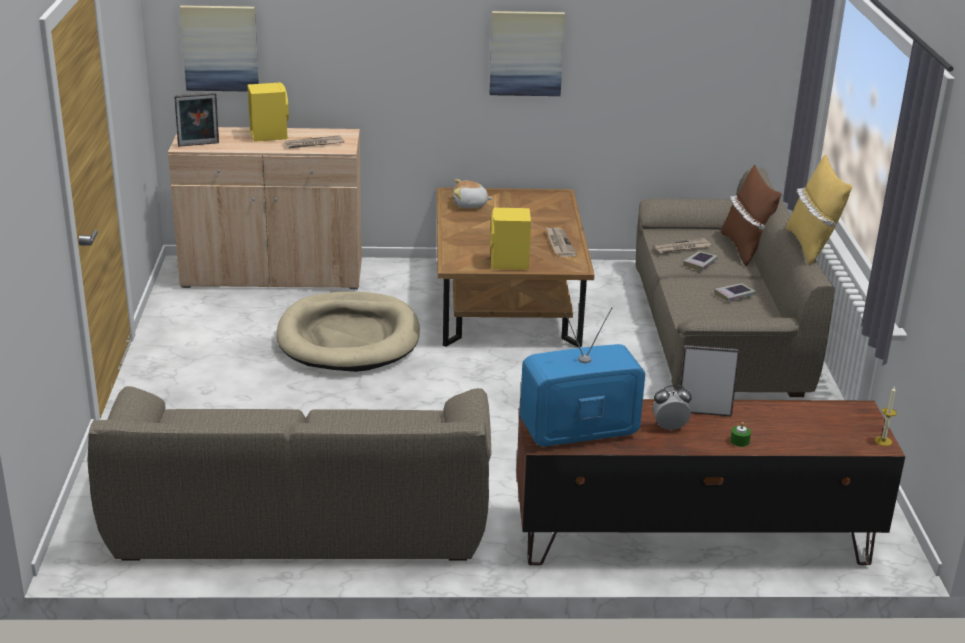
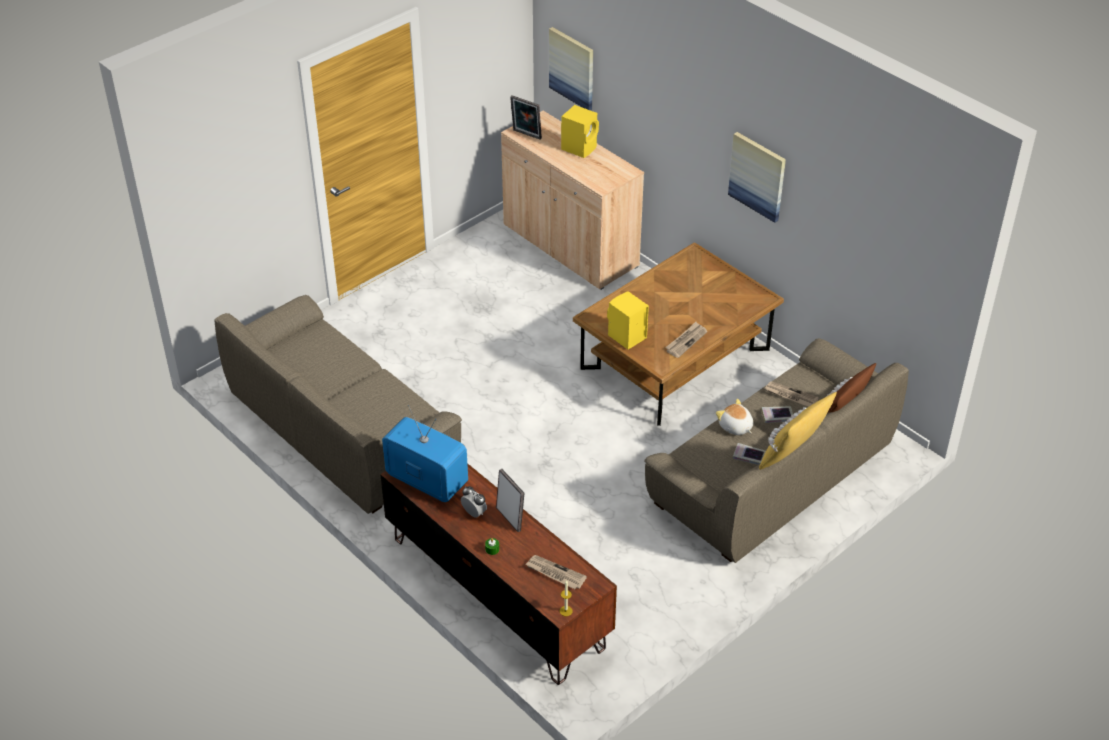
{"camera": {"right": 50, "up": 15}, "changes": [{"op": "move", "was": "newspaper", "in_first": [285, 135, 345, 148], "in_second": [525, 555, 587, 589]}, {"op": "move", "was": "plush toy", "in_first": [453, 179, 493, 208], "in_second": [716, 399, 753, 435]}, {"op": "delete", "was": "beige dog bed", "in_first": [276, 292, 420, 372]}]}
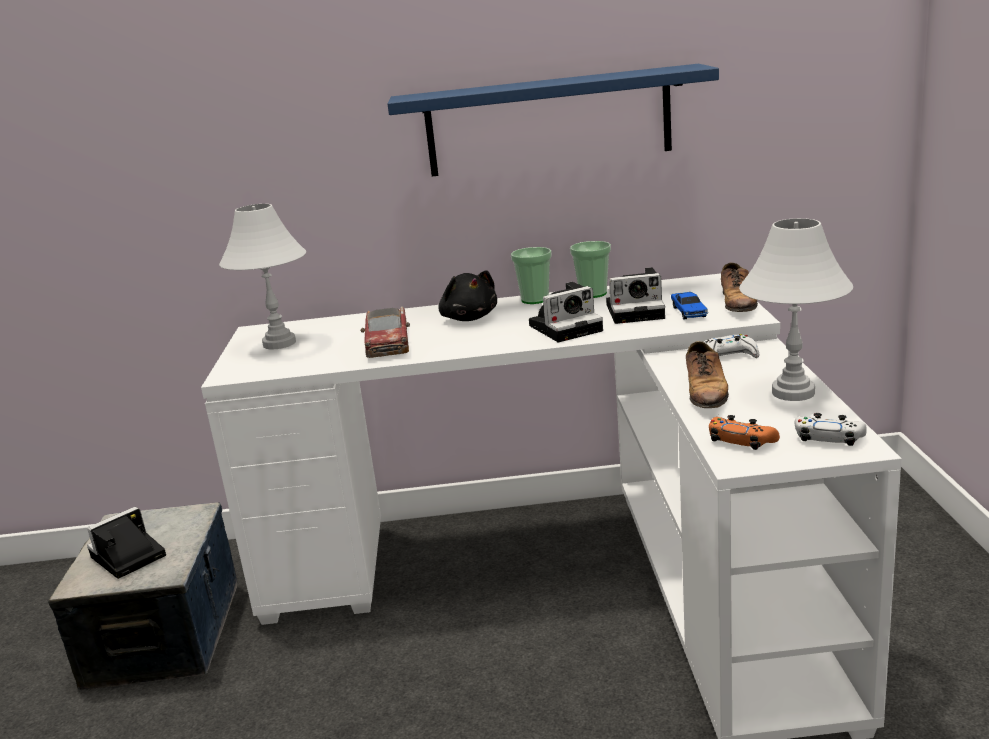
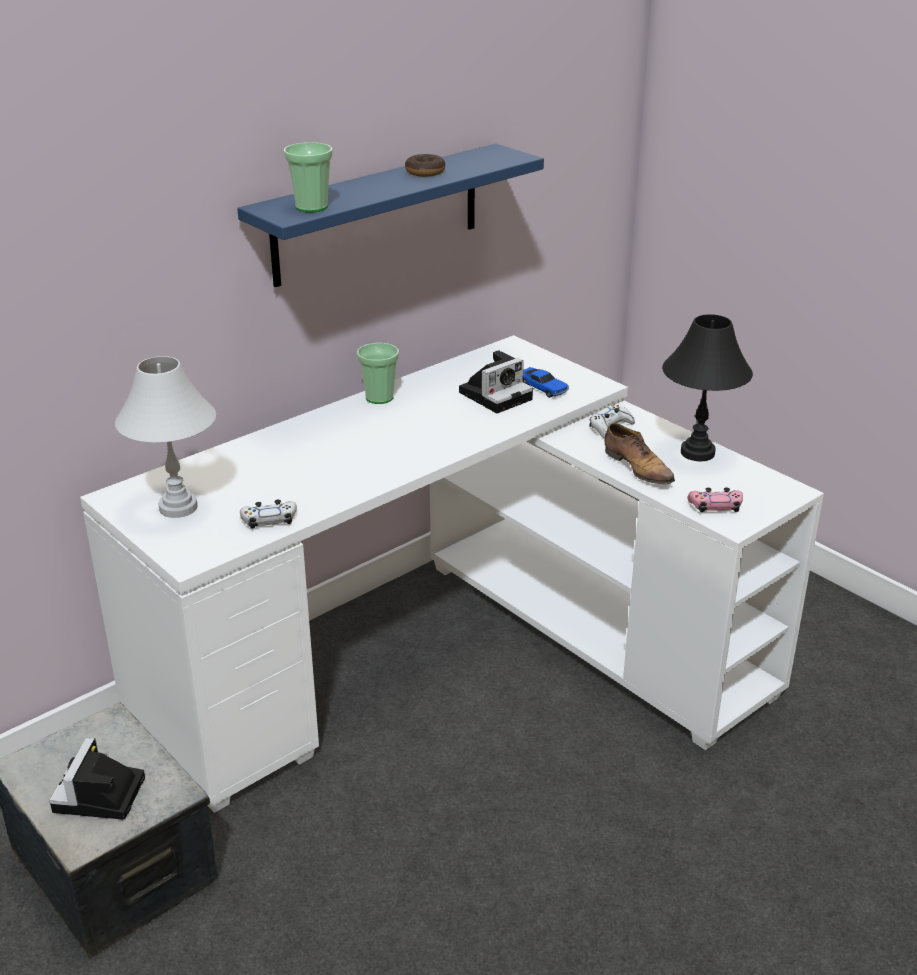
{"camera": {"right": -40, "up": 10}, "changes": [{"op": "move", "was": "white game controller", "in_first": [795, 413, 867, 446], "in_second": [240, 500, 297, 529]}, {"op": "move", "was": "cup", "in_first": [570, 241, 611, 298], "in_second": [284, 142, 332, 213]}, {"op": "insert", "now": "donut", "in_second": [405, 154, 445, 177]}, {"op": "recolor", "was": "white table lamp", "now": "black table lamp", "in_first": [739, 218, 853, 401], "in_second": [662, 314, 753, 462]}, {"op": "recolor", "was": "orange game controller", "now": "pink game controller", "in_first": [709, 415, 780, 450], "in_second": [687, 487, 743, 512]}, {"op": "delete", "was": "toy car", "in_first": [361, 306, 410, 358]}, {"op": "delete", "was": "black plush toy", "in_first": [439, 270, 497, 321]}, {"op": "delete", "was": "photo camera", "in_first": [529, 282, 603, 343]}, {"op": "delete", "was": "shoe", "in_first": [721, 263, 758, 312]}]}
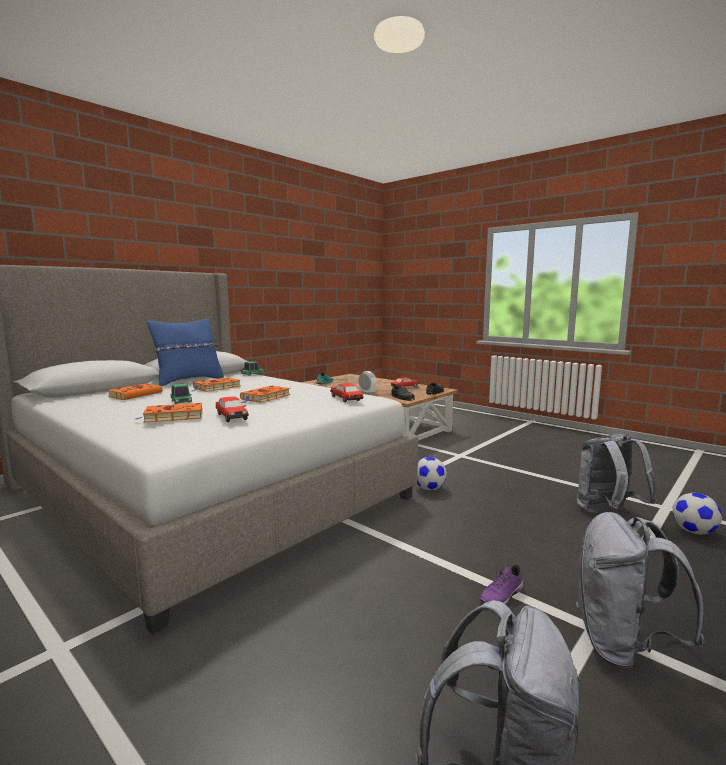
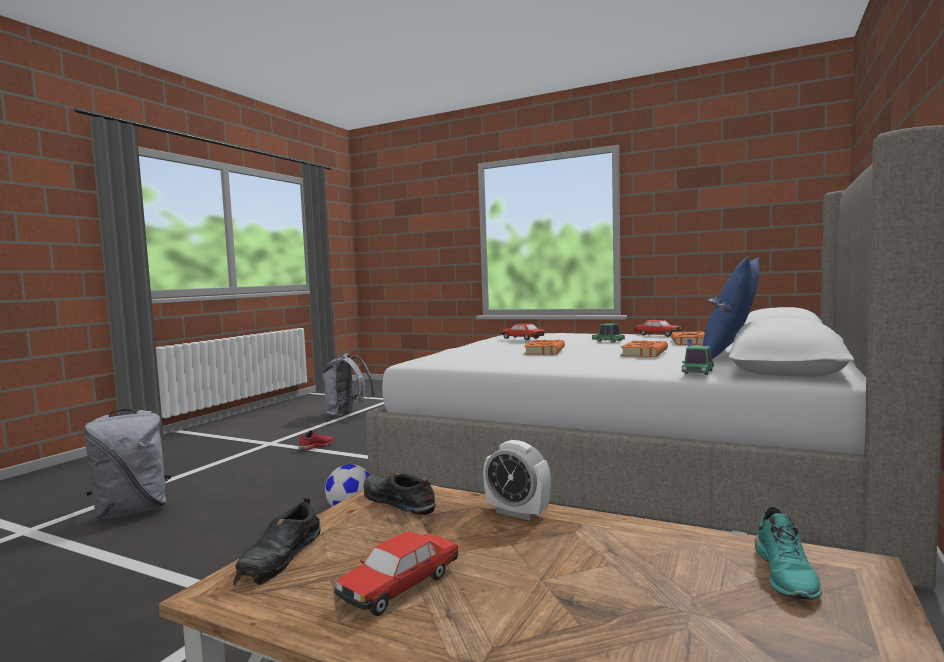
{"camera": {"right": 165, "up": -5}, "changes": [{"op": "recolor", "was": "purple shoe", "now": "red shoe", "in_first": [479, 565, 523, 604], "in_second": [299, 430, 334, 450]}, {"op": "move", "was": "toy car", "in_first": [330, 383, 363, 402], "in_second": [634, 320, 682, 337]}, {"op": "delete", "was": "orange book", "in_first": [135, 403, 203, 423]}, {"op": "delete", "was": "grey backpack", "in_first": [576, 512, 705, 670]}, {"op": "delete", "was": "football", "in_first": [673, 493, 722, 535]}]}
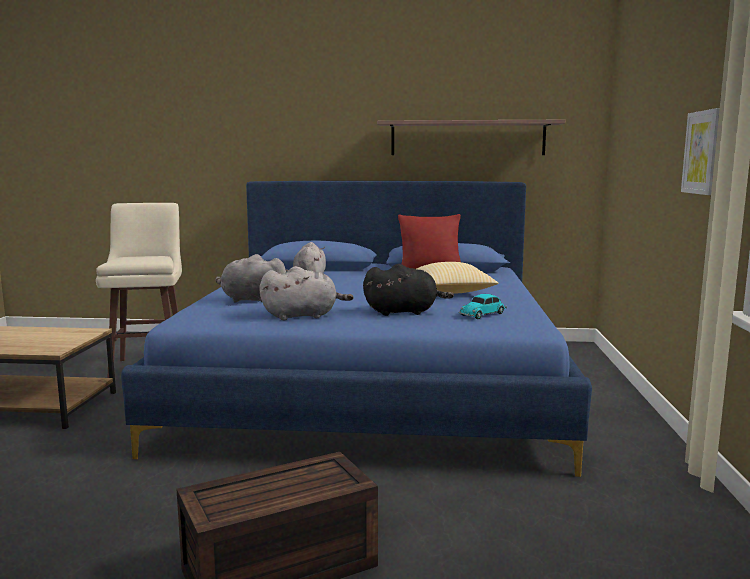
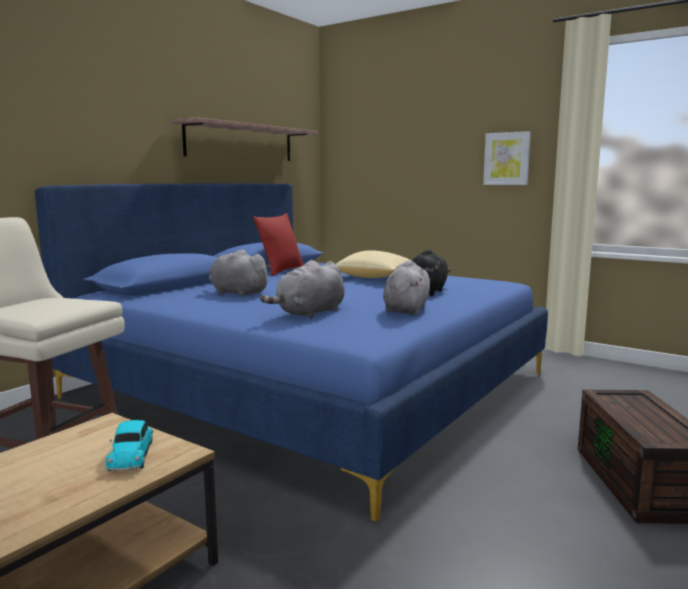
{"camera": {"right": -60, "up": 0}, "changes": [{"op": "move", "was": "toy car", "in_first": [459, 294, 507, 319], "in_second": [106, 420, 154, 472]}]}
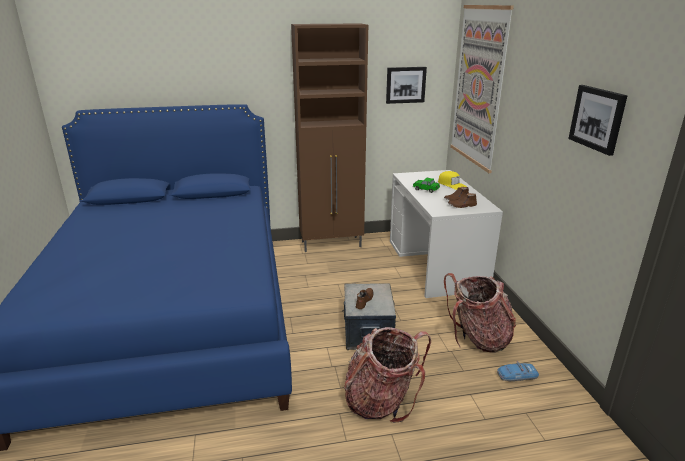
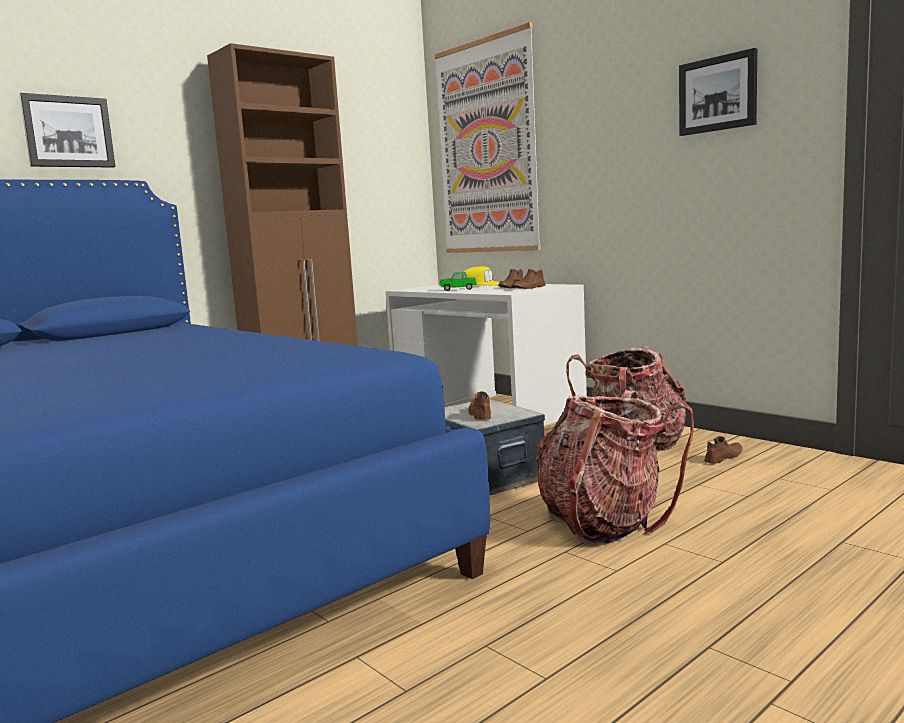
{"camera": {"right": -30, "up": -15}, "changes": [{"op": "move", "was": "picture", "in_first": [386, 67, 427, 104], "in_second": [19, 93, 115, 168]}, {"op": "replace", "was": "toy car", "now": "brown shoe", "in_first": [497, 361, 539, 381], "in_second": [704, 436, 743, 464]}]}
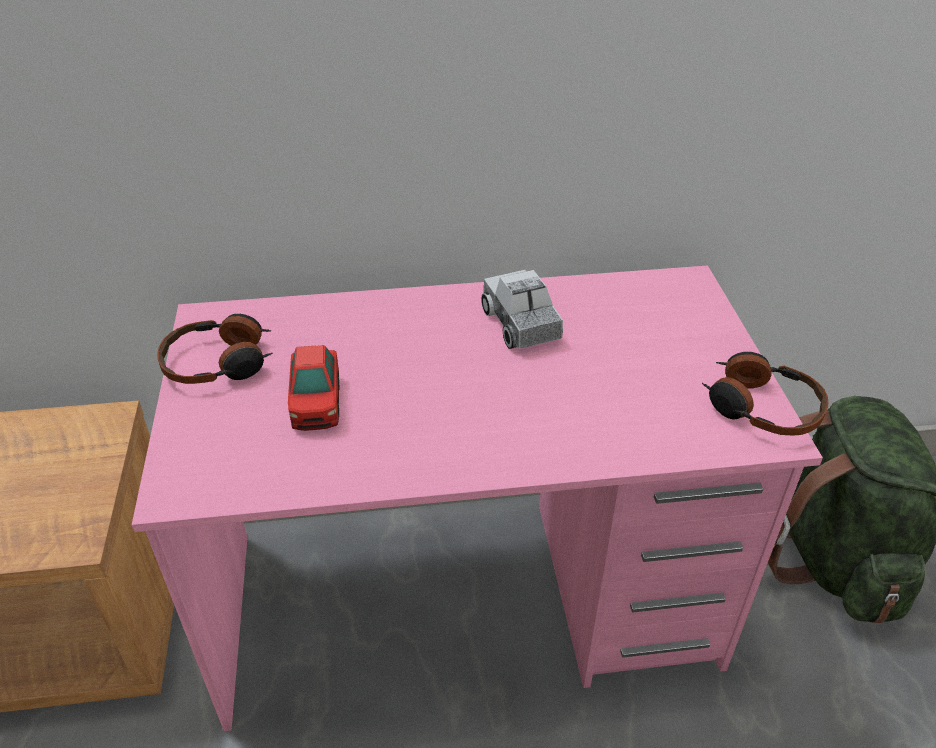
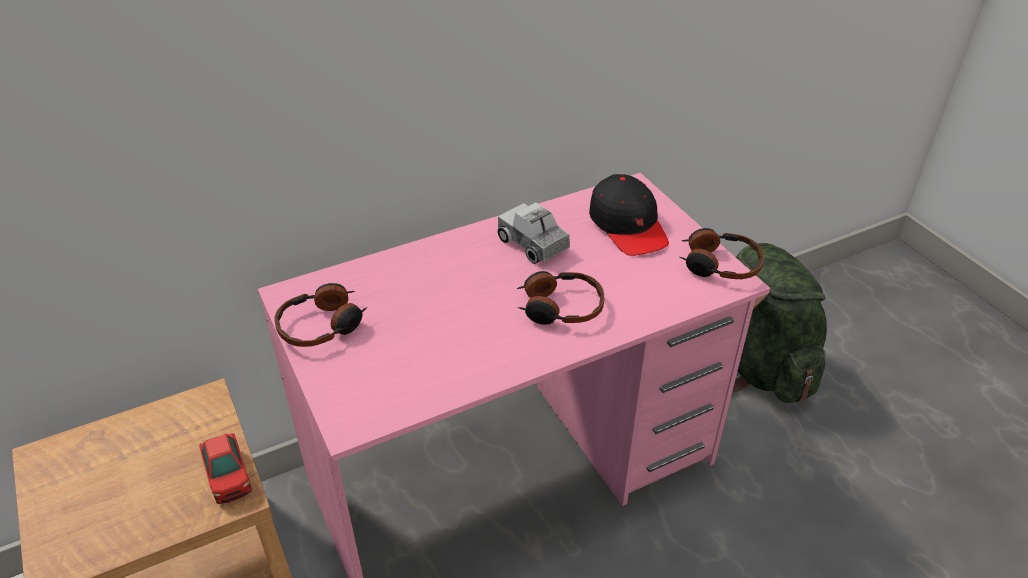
{"camera": {"right": -20, "up": 0}, "changes": [{"op": "move", "was": "toy car", "in_first": [288, 345, 339, 431], "in_second": [199, 433, 252, 504]}, {"op": "insert", "now": "headphones", "in_second": [517, 271, 604, 325]}, {"op": "insert", "now": "black cap", "in_second": [589, 174, 669, 256]}]}
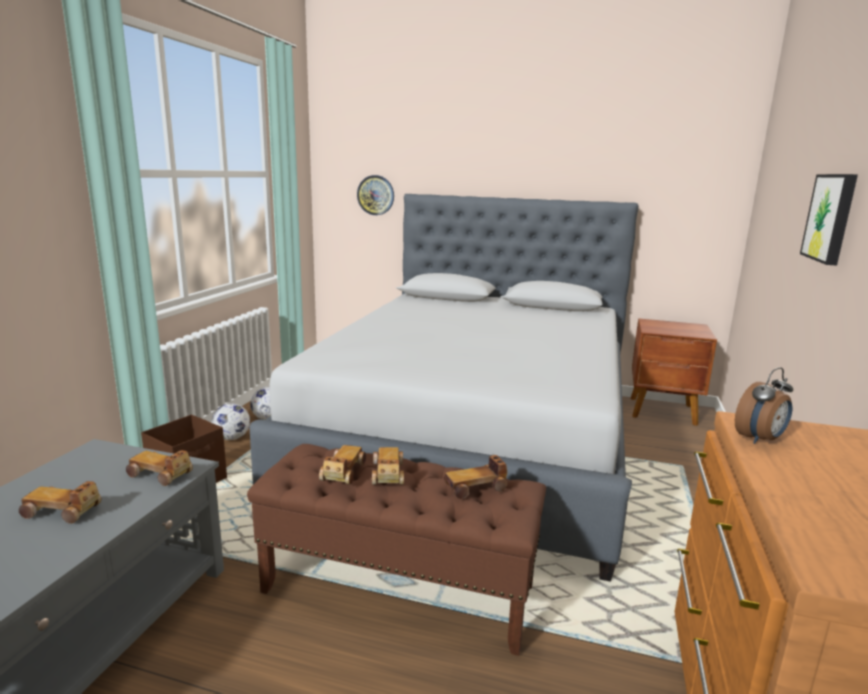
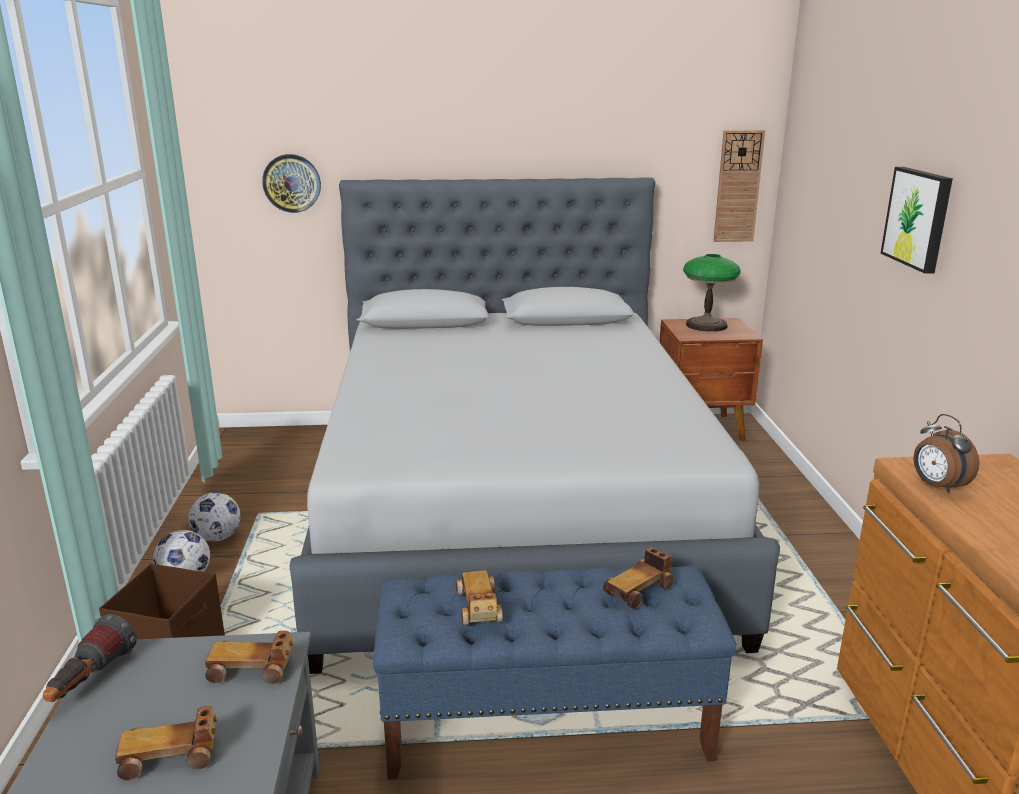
{"camera": {"right": -20, "up": 5}, "changes": [{"op": "insert", "now": "flashlight", "in_second": [43, 614, 137, 702]}, {"op": "recolor", "was": "brown bench", "now": "blue bench", "in_first": [247, 444, 546, 656], "in_second": [373, 566, 737, 780]}, {"op": "insert", "now": "table lamp", "in_second": [683, 254, 740, 332]}, {"op": "insert", "now": "wall clock", "in_second": [713, 130, 765, 242]}, {"op": "rotate", "was": "alarm clock", "in_first": [735, 367, 793, 444], "in_second": [913, 414, 979, 494], "clockwise": 120}, {"op": "delete", "was": "toy car", "in_first": [372, 447, 404, 485]}]}
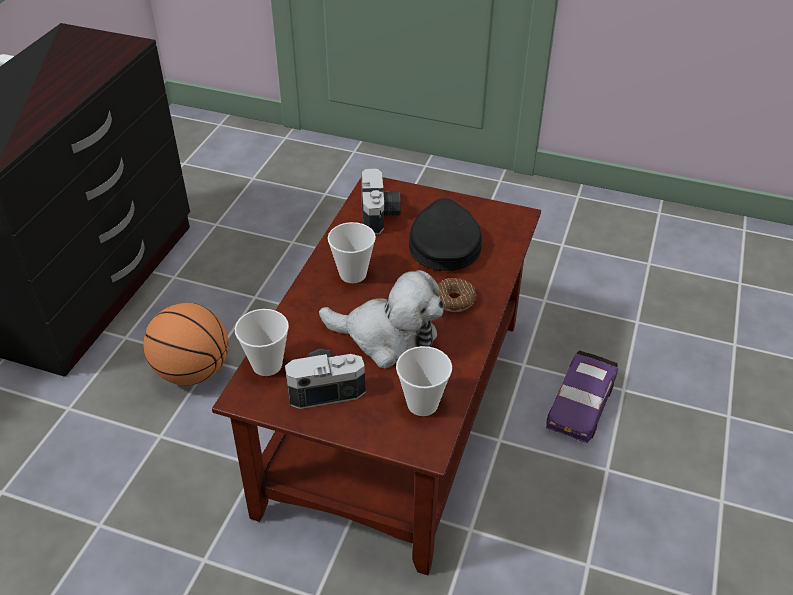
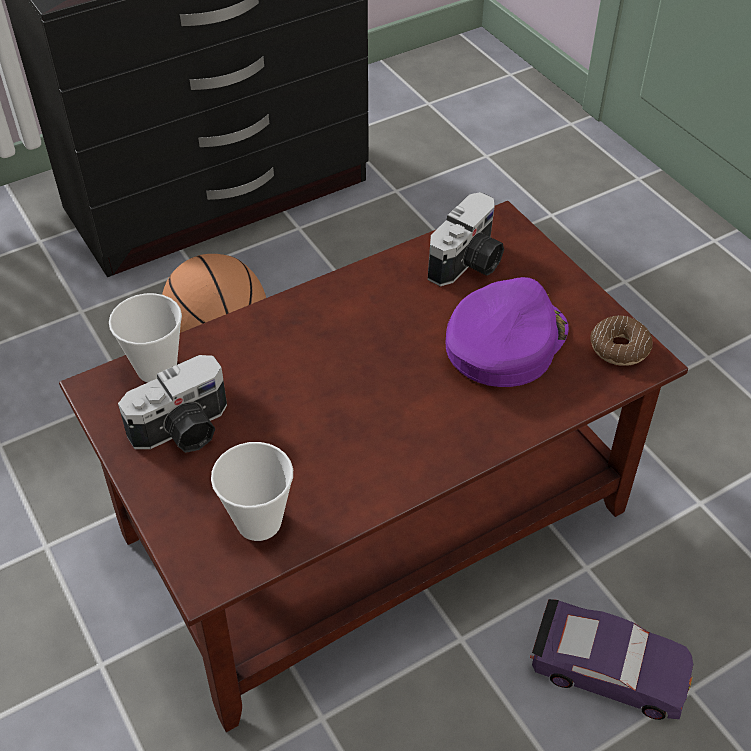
{"camera": {"right": 40, "up": 5}, "changes": [{"op": "rotate", "was": "photo camera", "in_first": [285, 349, 366, 409], "in_second": [118, 355, 227, 453], "clockwise": 120}, {"op": "recolor", "was": "black cap", "now": "purple cap", "in_first": [409, 198, 482, 271], "in_second": [445, 277, 569, 387]}, {"op": "rotate", "was": "purple toy car", "in_first": [546, 350, 618, 443], "in_second": [530, 599, 693, 720], "clockwise": -135}, {"op": "move", "was": "donut", "in_first": [438, 278, 476, 312], "in_second": [590, 316, 653, 366]}, {"op": "delete", "was": "plush toy", "in_first": [319, 270, 444, 369]}, {"op": "delete", "was": "cup", "in_first": [328, 222, 376, 283]}]}
